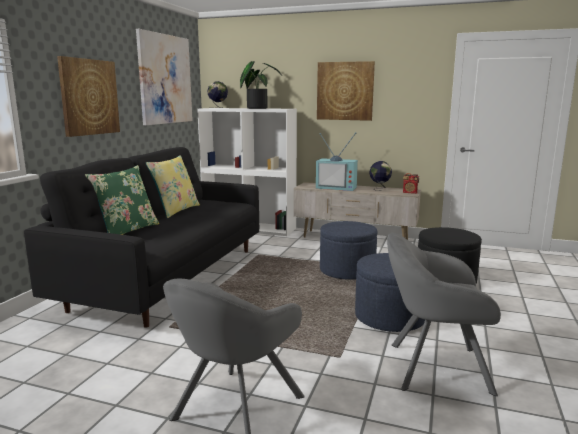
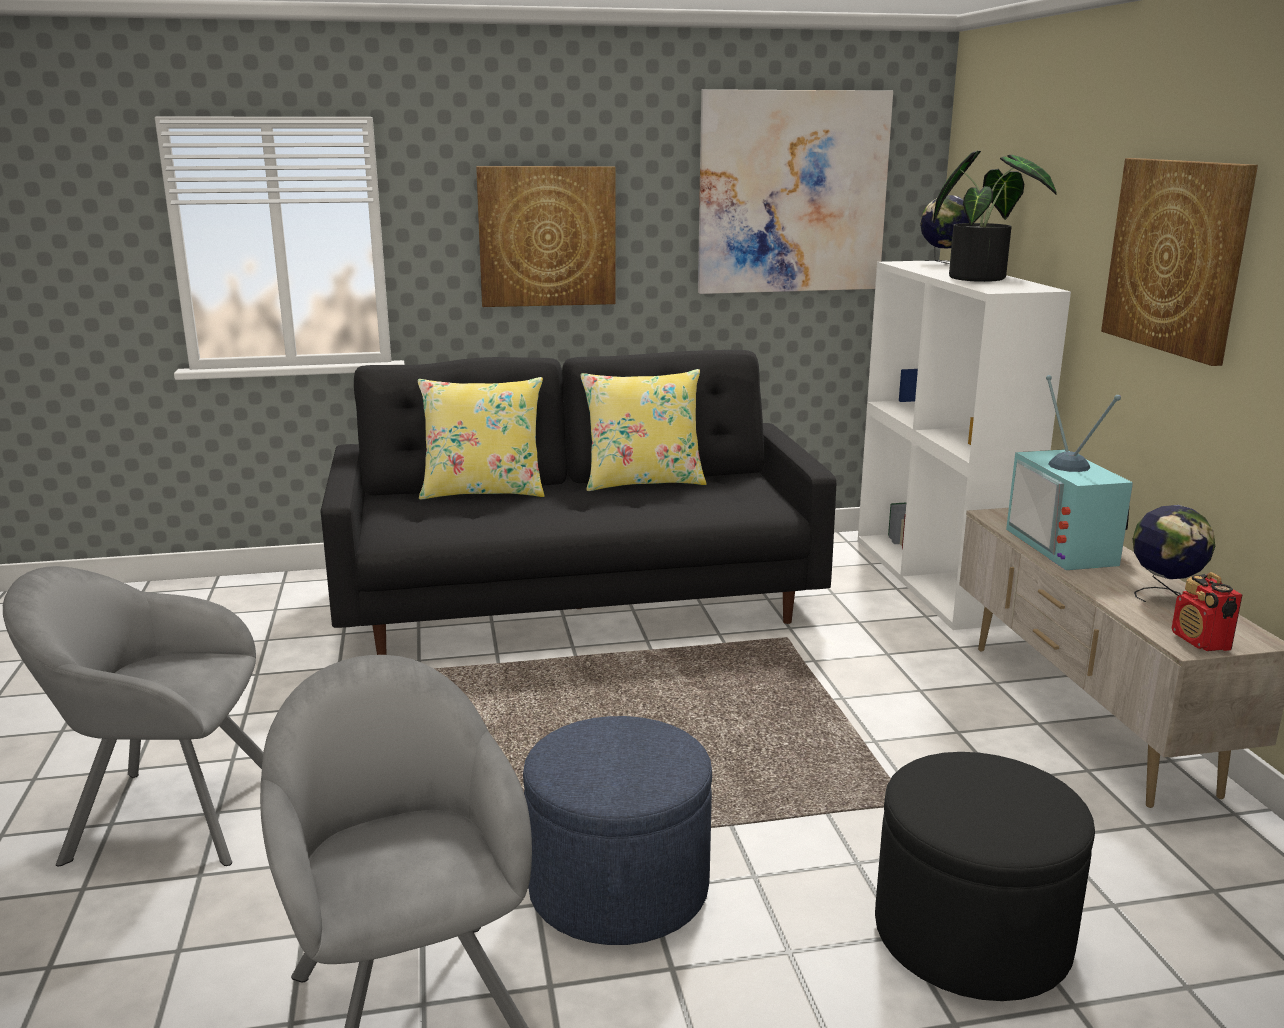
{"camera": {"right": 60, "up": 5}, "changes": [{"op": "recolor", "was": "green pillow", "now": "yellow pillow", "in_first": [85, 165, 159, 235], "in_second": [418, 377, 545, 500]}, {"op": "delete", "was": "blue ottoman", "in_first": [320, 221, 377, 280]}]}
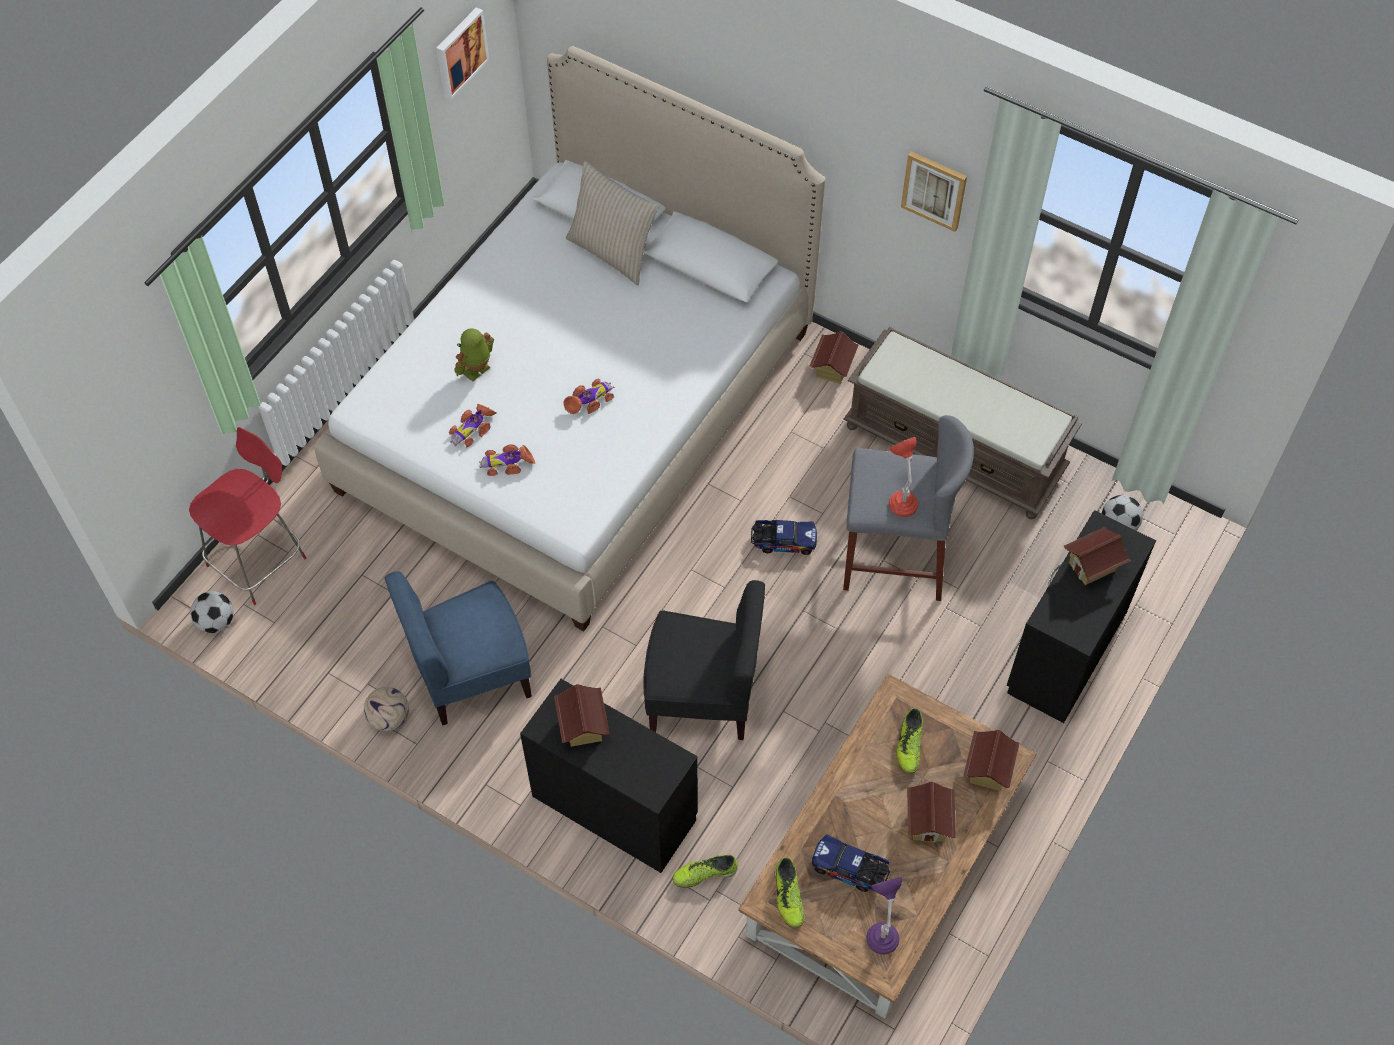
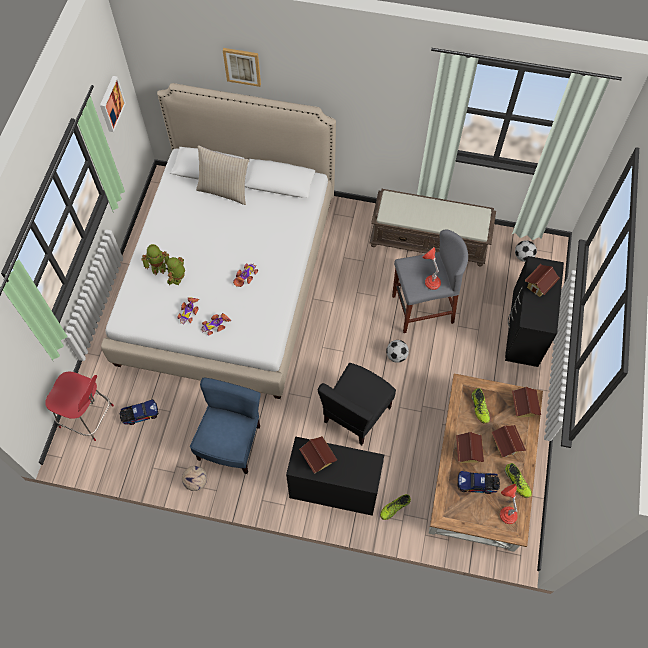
{"camera": {"right": -20, "up": 5}, "changes": [{"op": "rotate", "was": "red chair", "in_first": [189, 427, 307, 605], "in_second": [45, 371, 114, 441], "clockwise": 90}, {"op": "move", "was": "toy truck", "in_first": [751, 520, 817, 555], "in_second": [120, 399, 158, 425]}, {"op": "insert", "now": "toy robot", "in_second": [141, 244, 170, 275]}, {"op": "rotate", "was": "blue chair", "in_first": [385, 571, 532, 726], "in_second": [190, 377, 261, 474], "clockwise": 150}, {"op": "move", "was": "picture", "in_first": [901, 151, 967, 232], "in_second": [223, 48, 261, 87]}, {"op": "rotate", "was": "black chair", "in_first": [643, 580, 765, 740], "in_second": [318, 363, 396, 445], "clockwise": 135}, {"op": "move", "was": "football", "in_first": [190, 591, 233, 633], "in_second": [386, 340, 409, 363]}, {"op": "move", "was": "toy house", "in_first": [810, 331, 859, 384], "in_second": [456, 432, 484, 463]}, {"op": "recolor", "was": "purple table lamp", "now": "red table lamp", "in_first": [867, 877, 902, 954], "in_second": [500, 484, 518, 524]}, {"op": "move", "was": "shoe", "in_first": [775, 857, 805, 928], "in_second": [504, 463, 532, 498]}]}
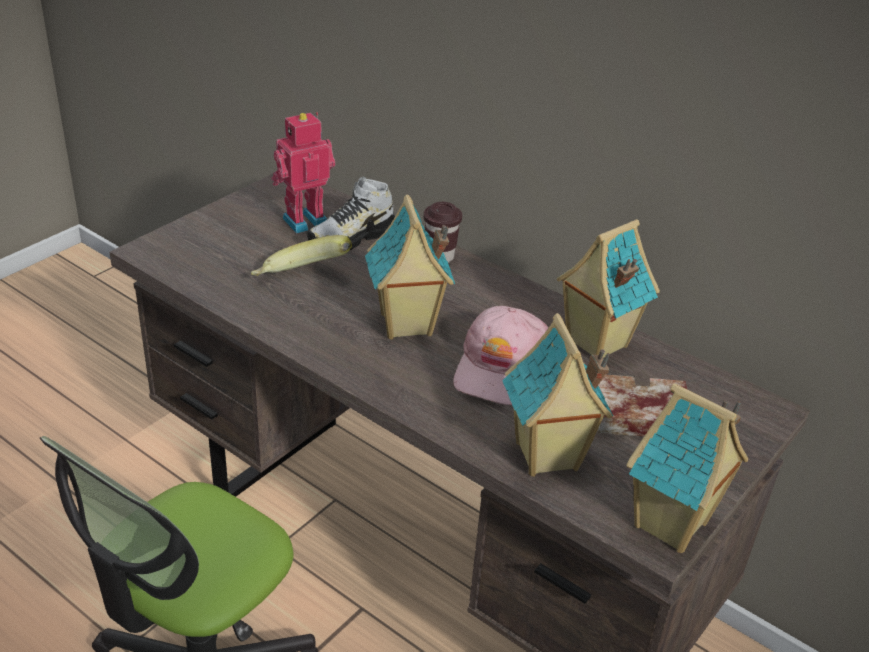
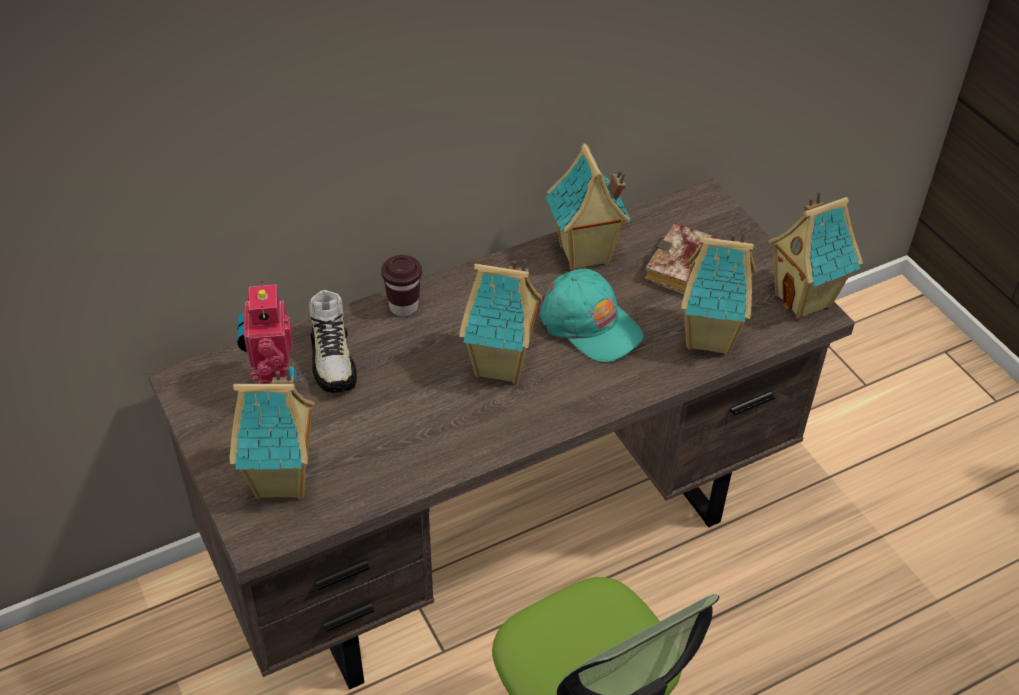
{"camera": {"right": -65, "up": 10}, "changes": [{"op": "insert", "now": "toy house", "in_second": [230, 368, 315, 499]}, {"op": "recolor", "was": "pink cap", "now": "turquoise cap", "in_first": [453, 306, 548, 405], "in_second": [540, 269, 643, 363]}, {"op": "delete", "was": "banana", "in_first": [251, 235, 352, 276]}]}
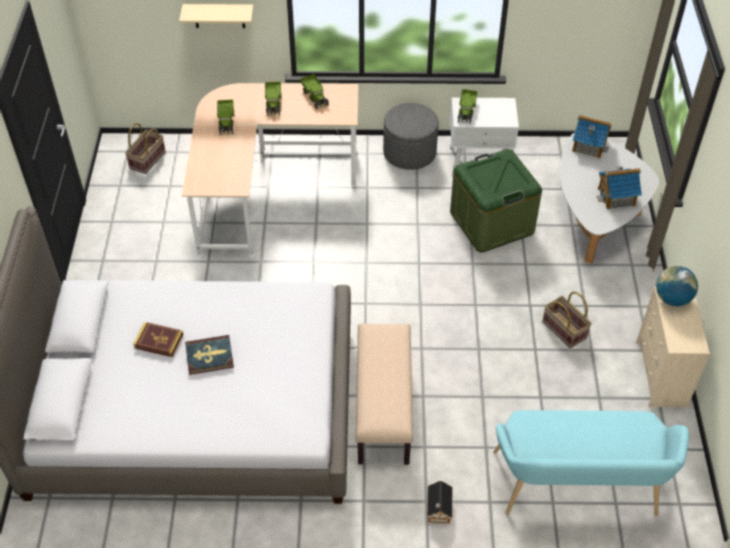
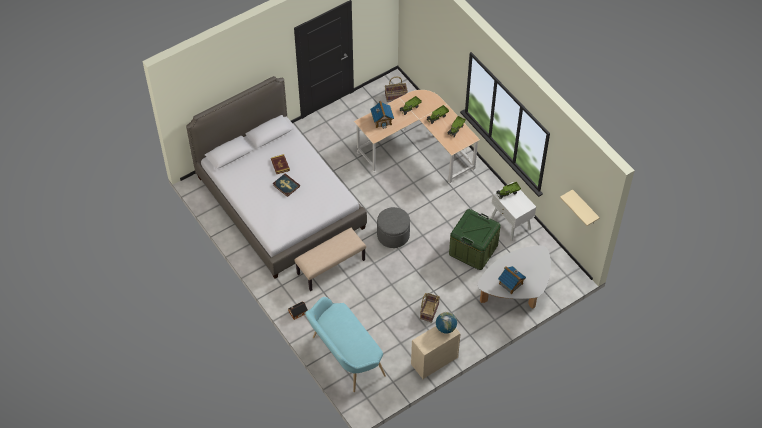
{"camera": {"right": 55, "up": 5}, "changes": [{"op": "move", "was": "toy house", "in_first": [572, 115, 612, 159], "in_second": [370, 101, 394, 129]}, {"op": "move", "was": "grey ottoman", "in_first": [383, 103, 439, 170], "in_second": [377, 207, 410, 248]}, {"op": "move", "was": "beige shelf", "in_first": [179, 4, 254, 28], "in_second": [560, 189, 600, 226]}]}
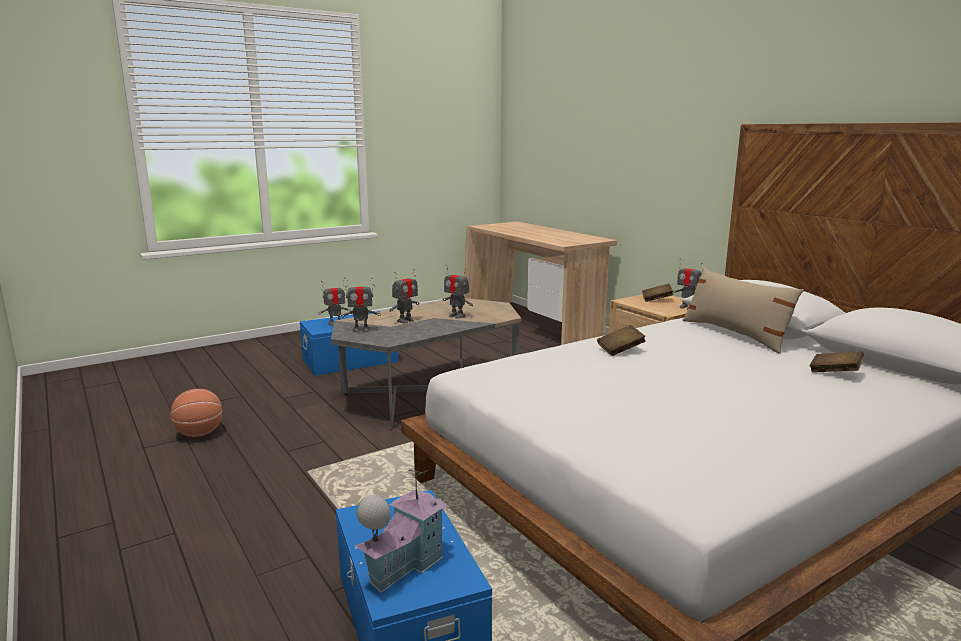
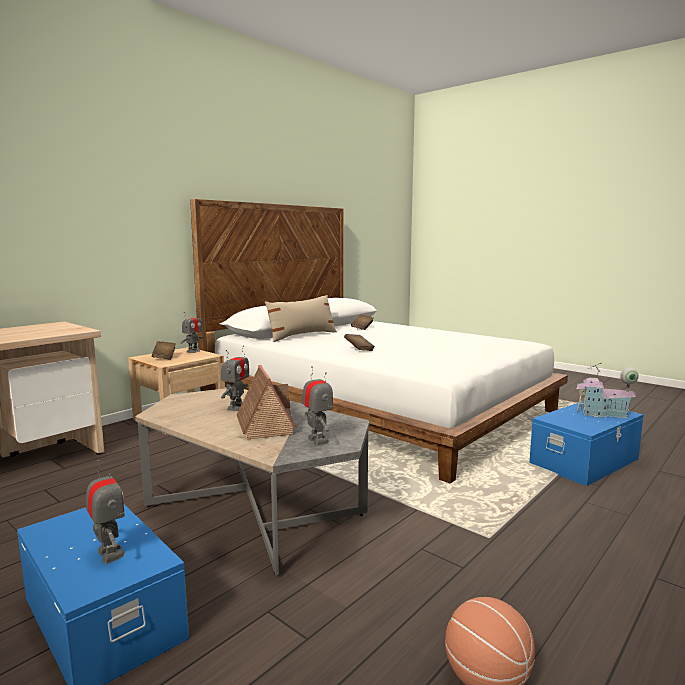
{"camera": {"right": -105, "up": -5}, "changes": [{"op": "replace", "was": "toy robot", "now": "toy house", "in_first": [389, 269, 420, 323], "in_second": [237, 365, 297, 439]}]}
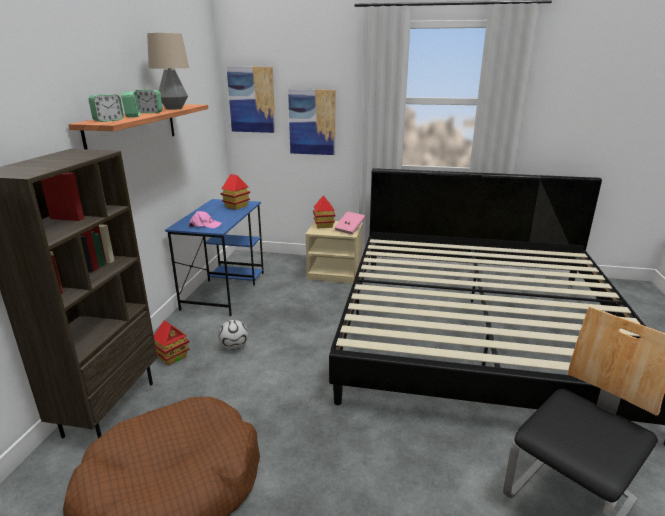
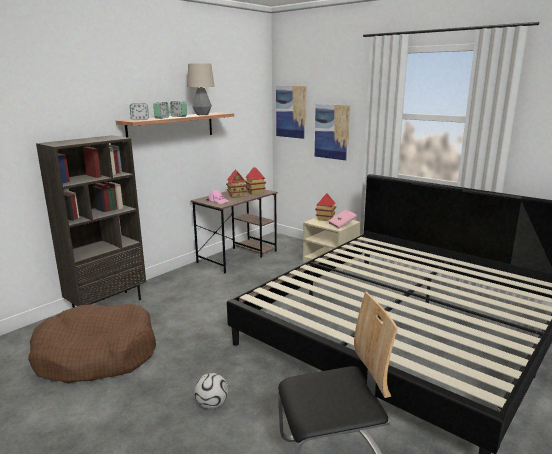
{"camera": {"right": 30, "up": -5}, "changes": [{"op": "recolor", "was": "blue desk", "now": "brown desk", "in_first": [165, 199, 264, 316], "in_second": [191, 188, 278, 274]}, {"op": "move", "was": "football", "in_first": [218, 320, 248, 350], "in_second": [194, 373, 228, 409]}, {"op": "move", "was": "toy house", "in_first": [154, 320, 189, 365], "in_second": [226, 170, 247, 198]}]}
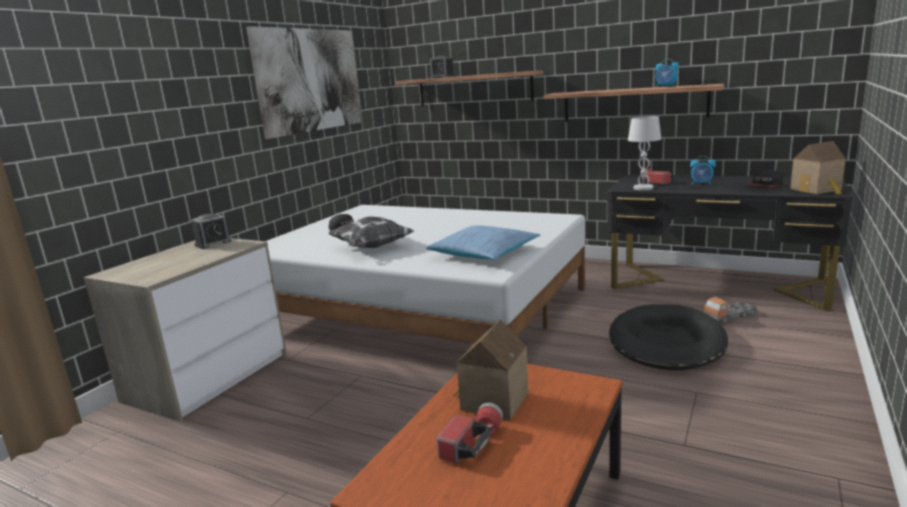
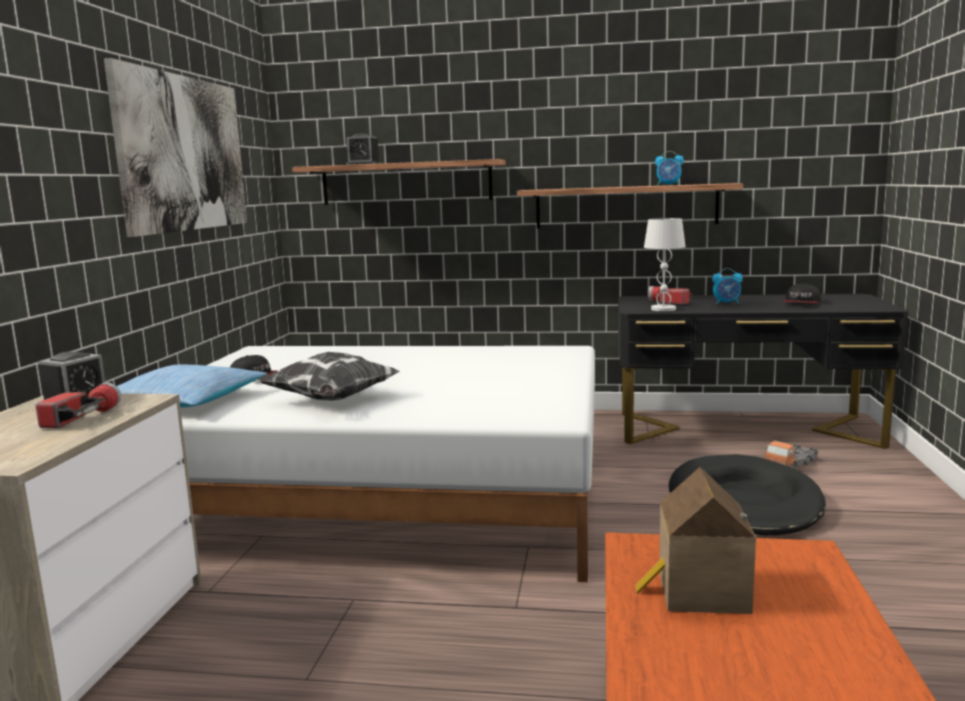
{"camera": {"right": -20, "up": -5}, "changes": [{"op": "move", "was": "flashlight", "in_first": [436, 403, 503, 464], "in_second": [35, 383, 121, 429]}, {"op": "move", "was": "pillow", "in_first": [426, 225, 540, 260], "in_second": [117, 365, 267, 408]}, {"op": "delete", "was": "toy house", "in_first": [790, 141, 846, 195]}]}
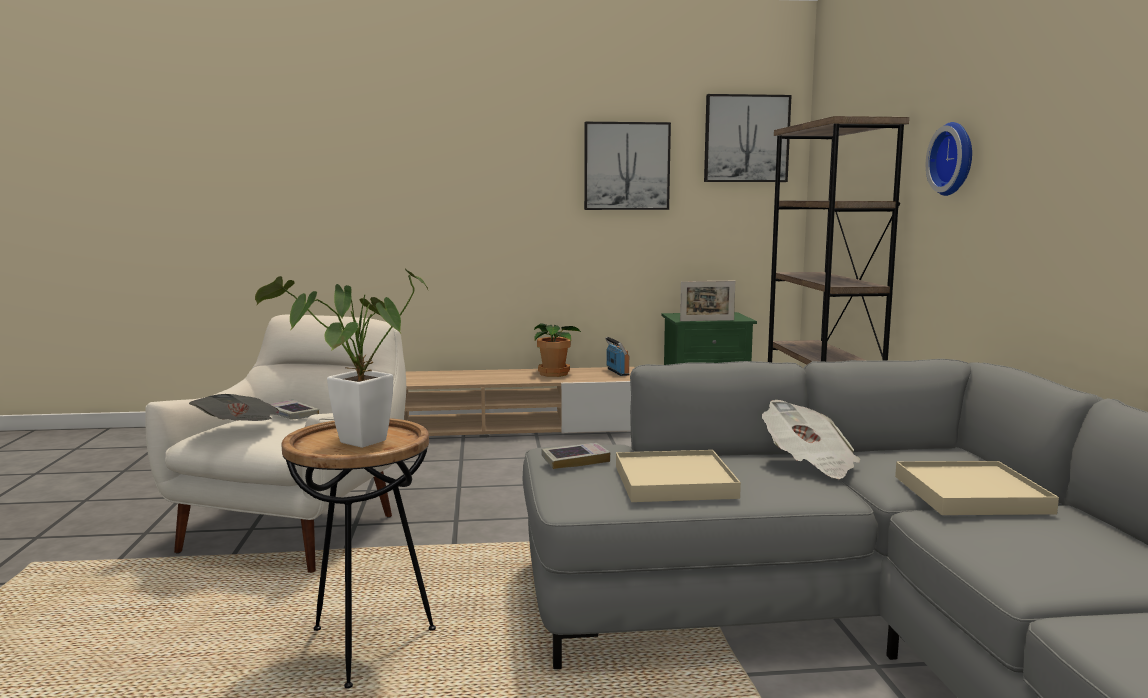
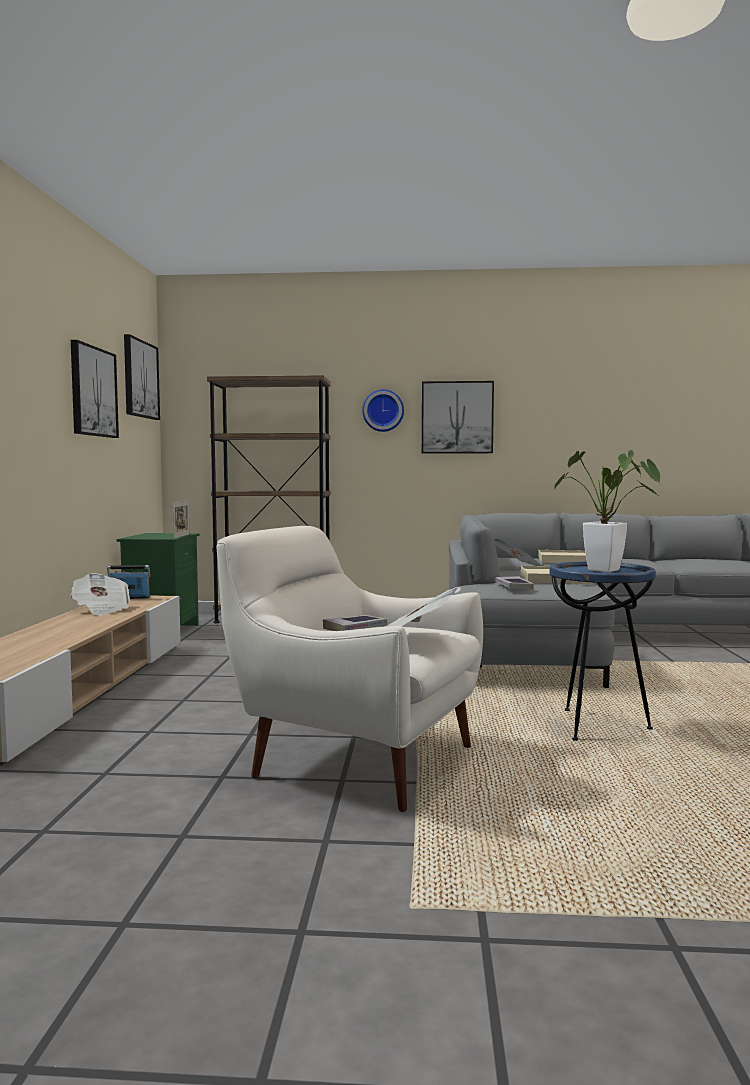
{"camera": {"right": -80, "up": -5}, "changes": [{"op": "replace", "was": "potted plant", "now": "newspaper", "in_first": [534, 323, 582, 377], "in_second": [70, 573, 130, 616]}, {"op": "insert", "now": "picture", "in_second": [422, 381, 494, 454]}, {"op": "recolor", "was": "brown side table", "now": "blue side table", "in_first": [281, 418, 436, 689], "in_second": [549, 561, 656, 741]}]}
